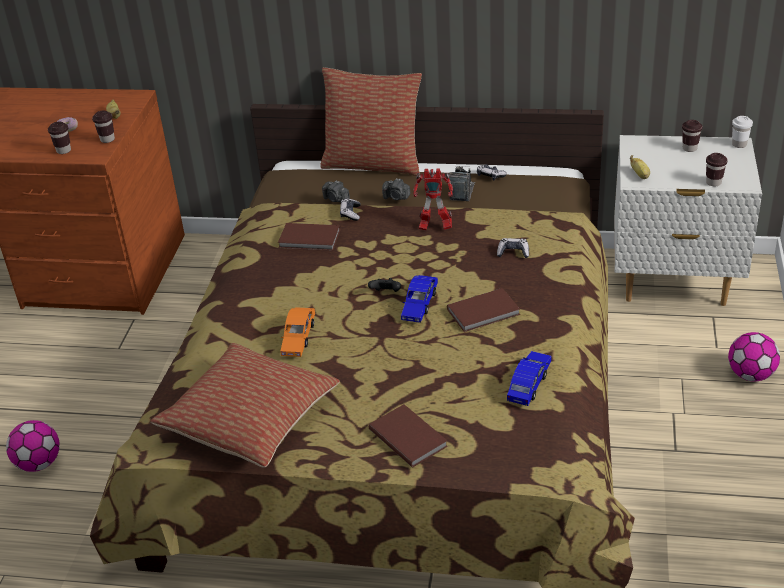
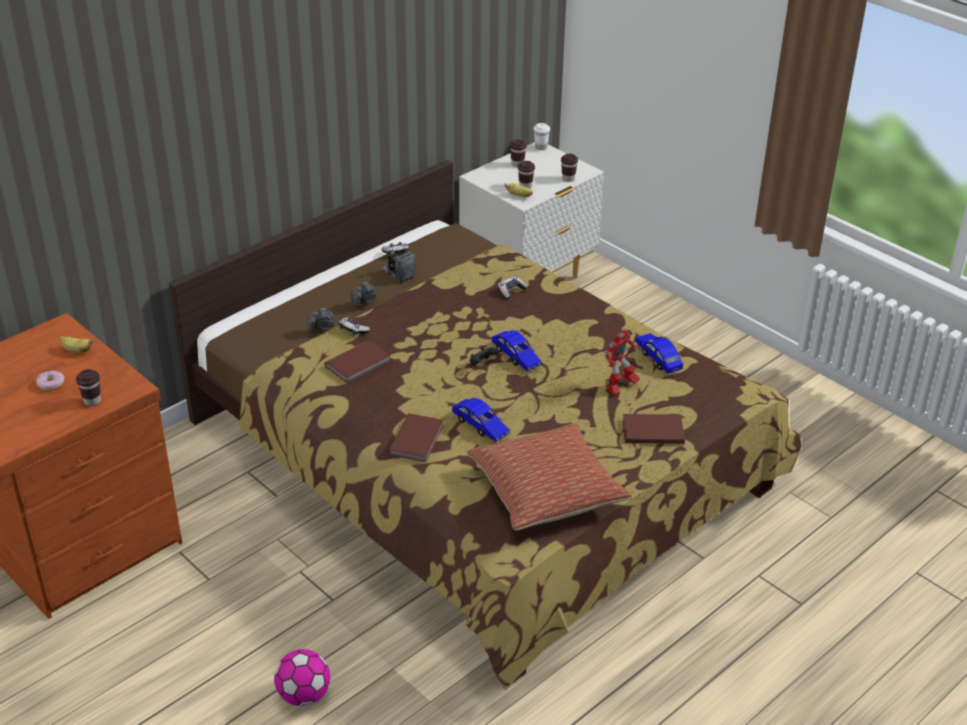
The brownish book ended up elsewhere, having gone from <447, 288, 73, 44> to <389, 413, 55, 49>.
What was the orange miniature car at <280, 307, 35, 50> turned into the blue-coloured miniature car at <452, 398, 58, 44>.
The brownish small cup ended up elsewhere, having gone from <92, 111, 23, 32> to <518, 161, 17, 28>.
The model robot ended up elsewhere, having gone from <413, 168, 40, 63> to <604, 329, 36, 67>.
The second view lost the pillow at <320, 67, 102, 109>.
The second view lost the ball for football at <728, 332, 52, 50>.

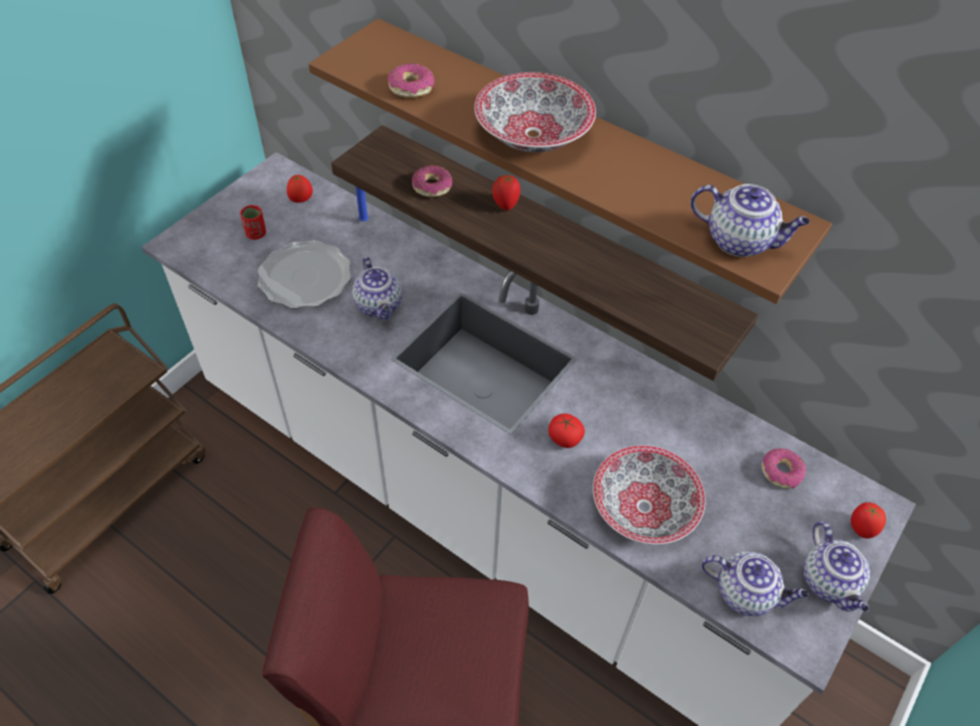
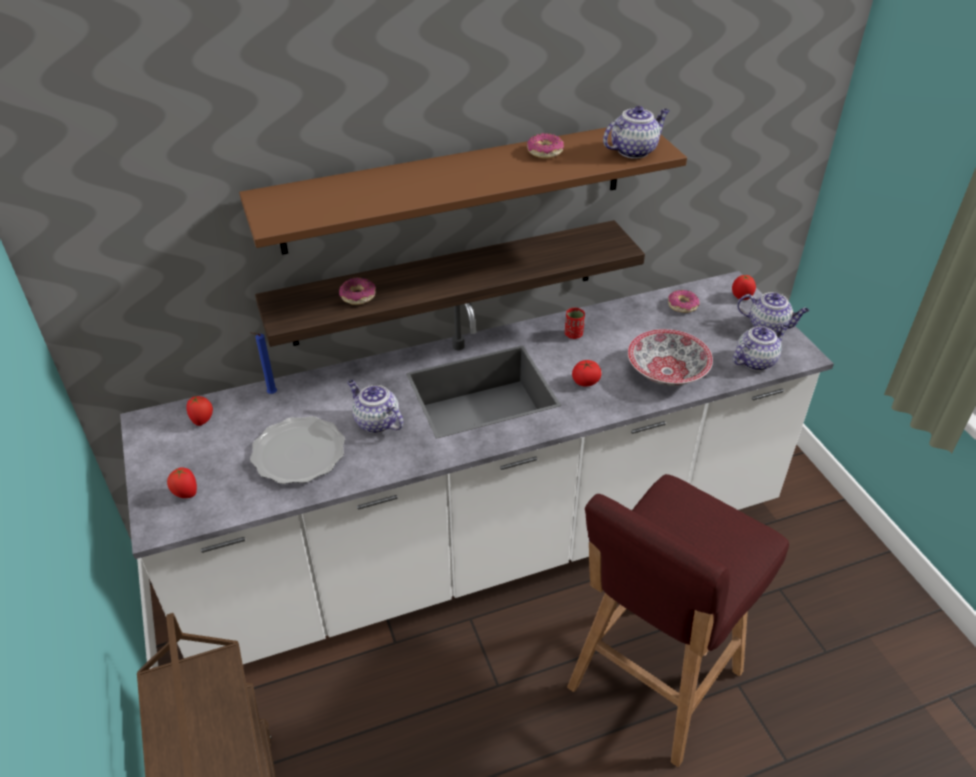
The whole tomato ended up elsewhere, having gone from <492, 175, 28, 35> to <167, 467, 30, 31>.
The tea pot at <352, 257, 50, 63> ended up facing another way, 150 degrees counterclockwise from before.
The donut ended up elsewhere, having gone from <388, 63, 46, 35> to <527, 133, 37, 25>.
The reddish small cup ended up elsewhere, having gone from <240, 205, 26, 35> to <565, 308, 20, 31>.
The second view lost the bowl at <474, 72, 122, 80>.

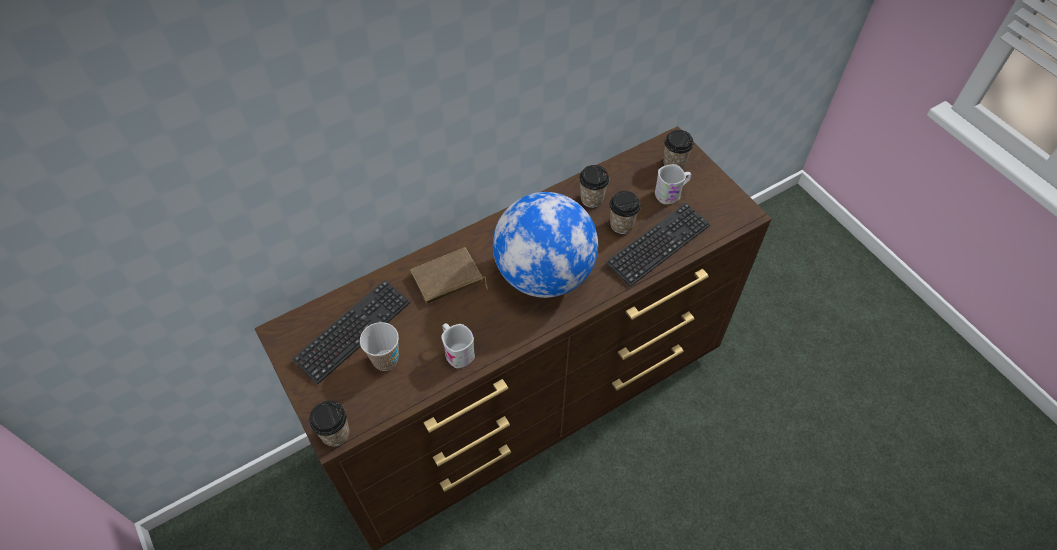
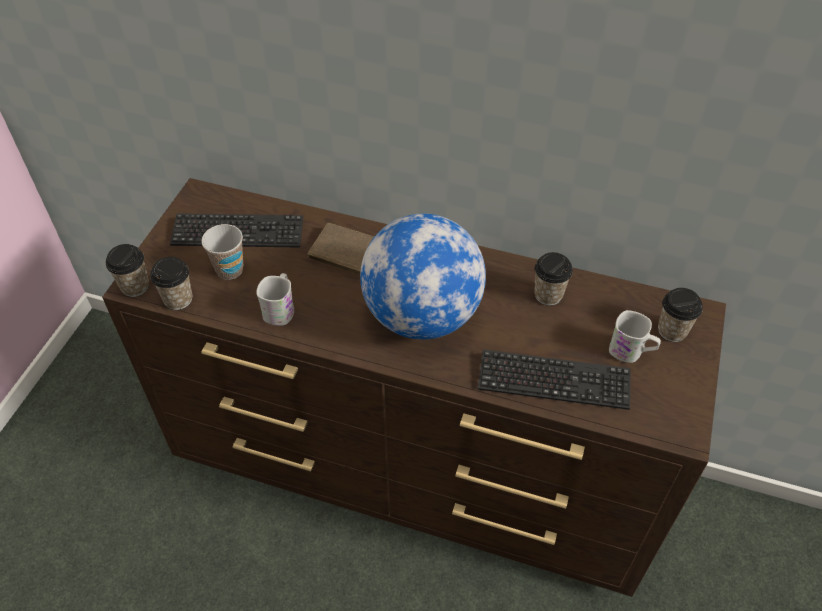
The small cup ended up elsewhere, having gone from <610, 191, 31, 43> to <150, 257, 42, 53>.

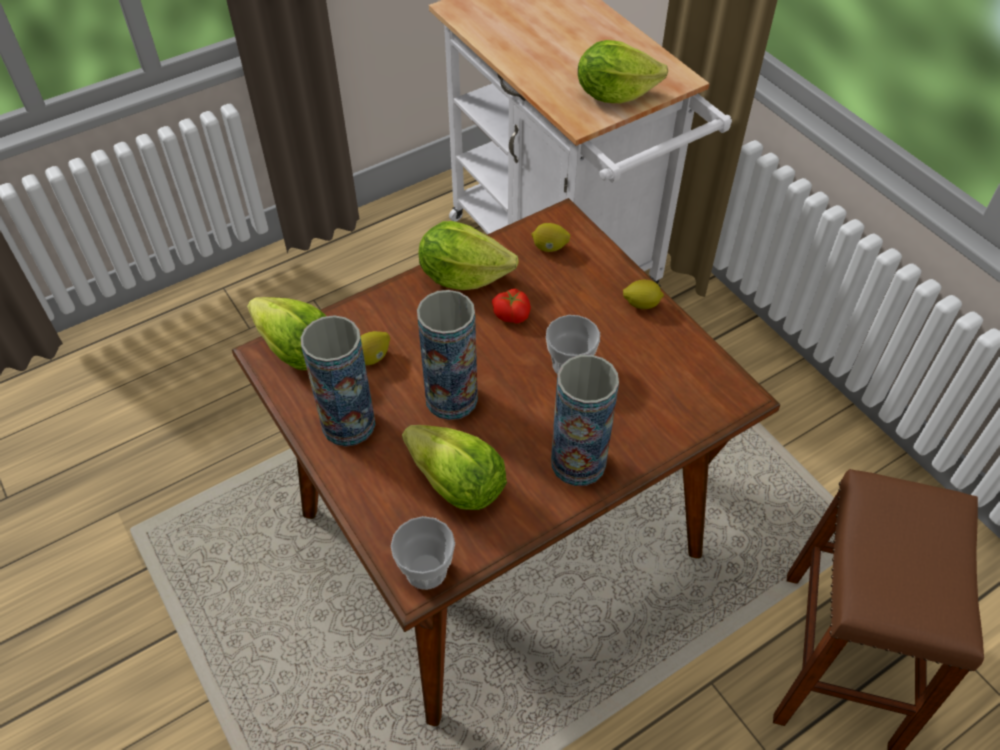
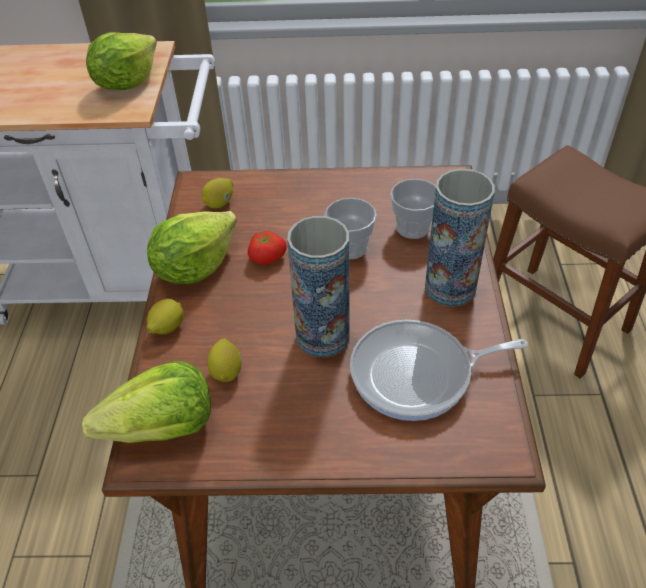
The lemon ended up elsewhere, having gone from <623, 280, 41, 29> to <146, 299, 38, 36>.
Where the head of lettuce stood at <402, 425, 105, 85>, the pan came to stand at <350, 320, 178, 101>.
The small cup ended up elsewhere, having gone from <391, 516, 64, 74> to <390, 179, 46, 60>.
The second view lost the flower vase at <301, 315, 74, 132>.

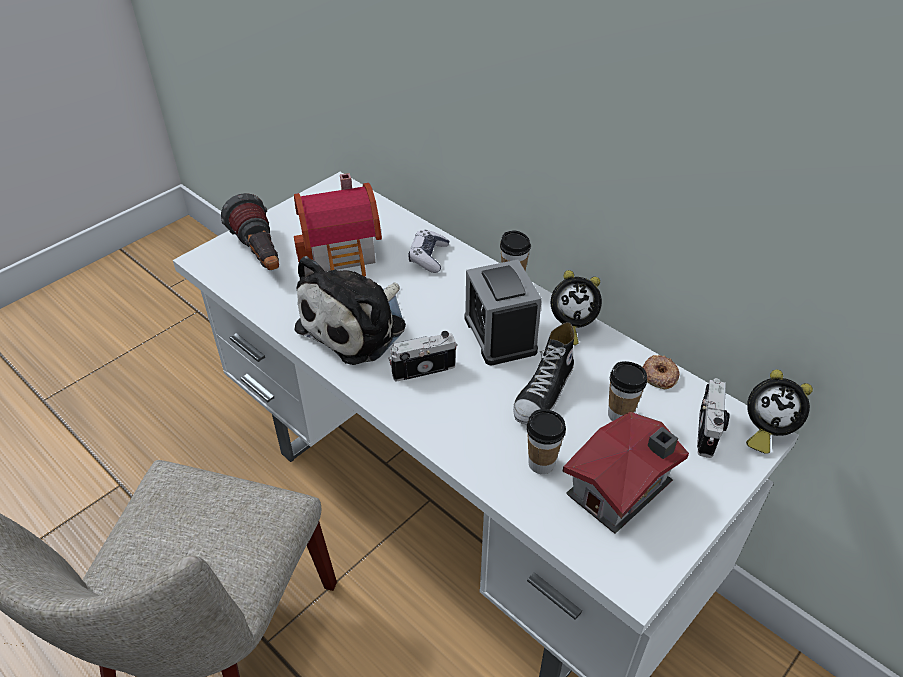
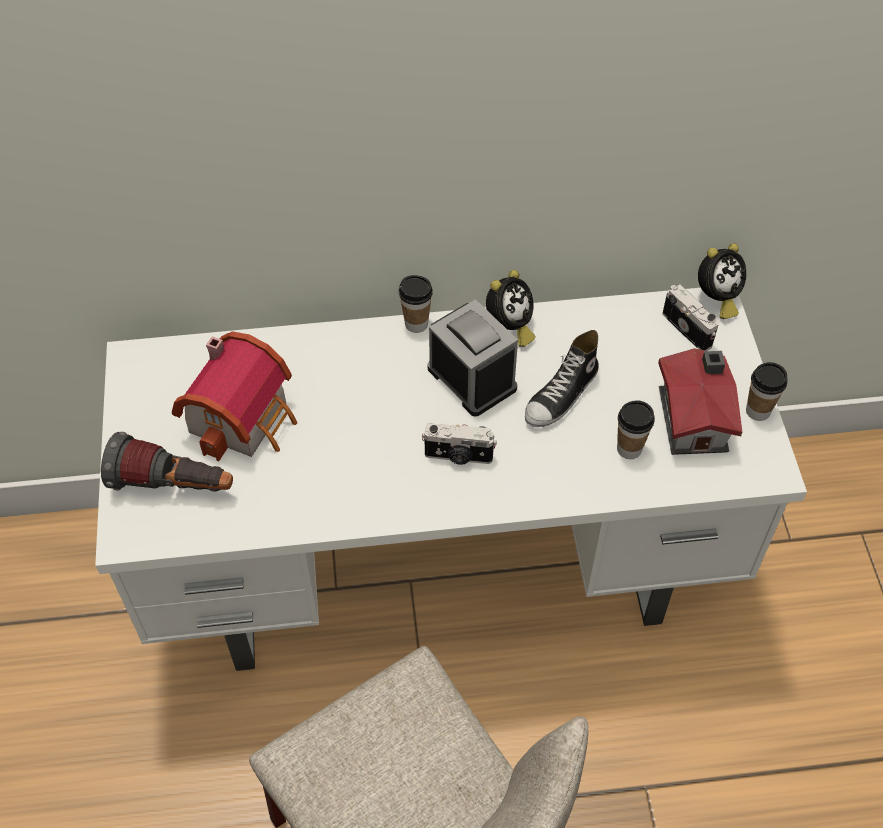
The still camera at <388, 331, 69, 50> ended up facing another way, 105 degrees counterclockwise from before.
The bedside clock at <464, 259, 78, 107> ended up facing another way, 150 degrees counterclockwise from before.
The low shoe at <513, 322, 62, 103> ended up facing another way, 60 degrees clockwise from before.
The small cup ended up elsewhere, having gone from <608, 361, 39, 60> to <746, 362, 42, 59>.
The second view lost the plush toy at <295, 256, 111, 109>.
The second view lost the joypad at <408, 230, 41, 43>.
The second view lost the donut at <643, 355, 37, 34>.

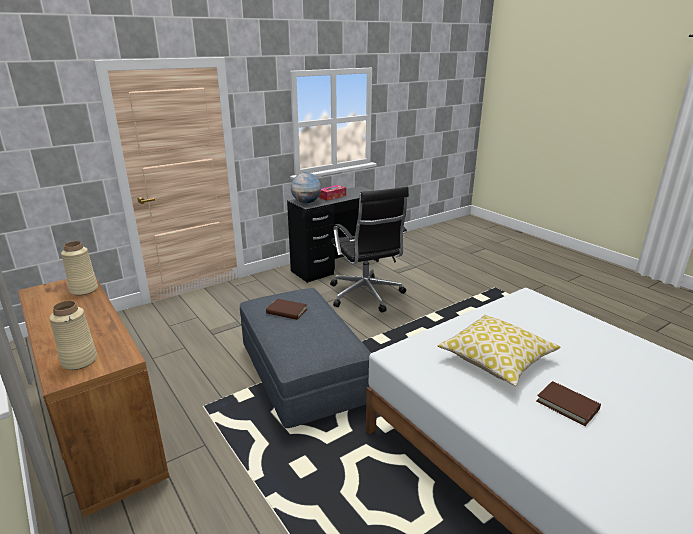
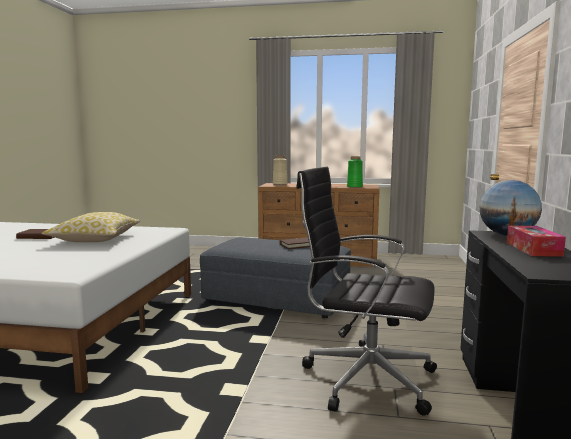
What was the beige flower vase at <61, 241, 37, 54> turned into the green-coloured flower vase at <347, 156, 16, 32>.

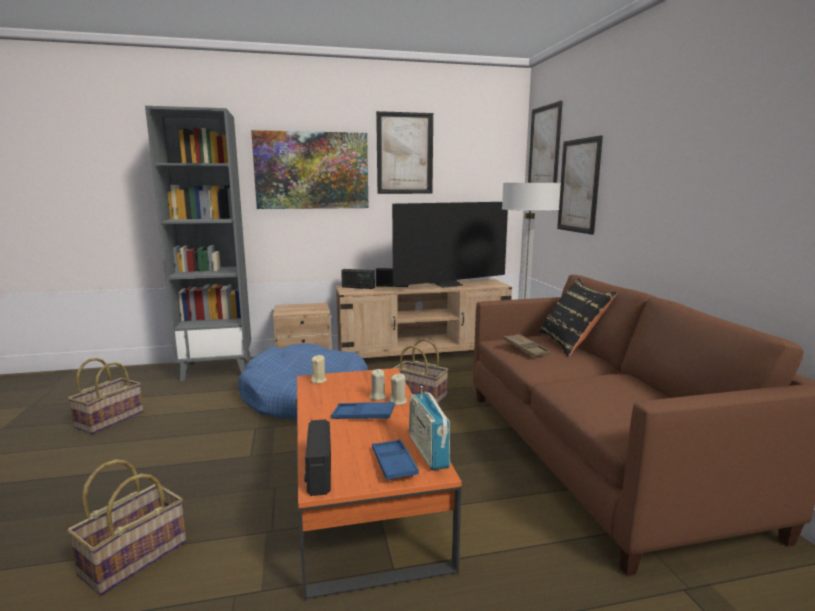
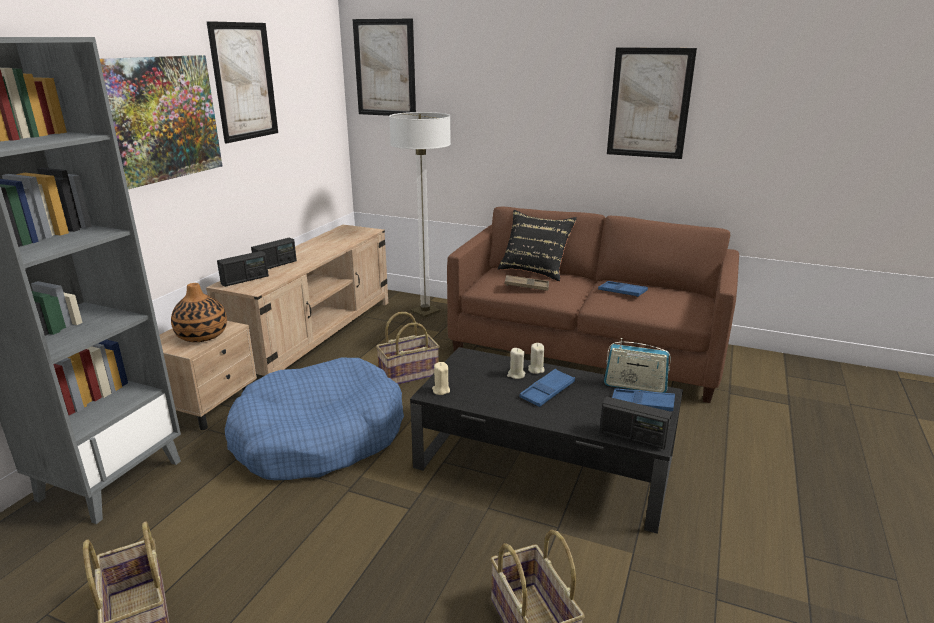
The second view gained the flower vase at <171, 283, 56, 59>.
What was the orange coffee table at <296, 368, 165, 233> turned into the black coffee table at <410, 347, 273, 187>.
The second view gained the blue-coloured carrying tray at <598, 281, 50, 16>.
The wall picture ended up elsewhere, having gone from <557, 135, 46, 100> to <607, 47, 90, 112>.
The second view lost the television at <392, 202, 116, 86>.

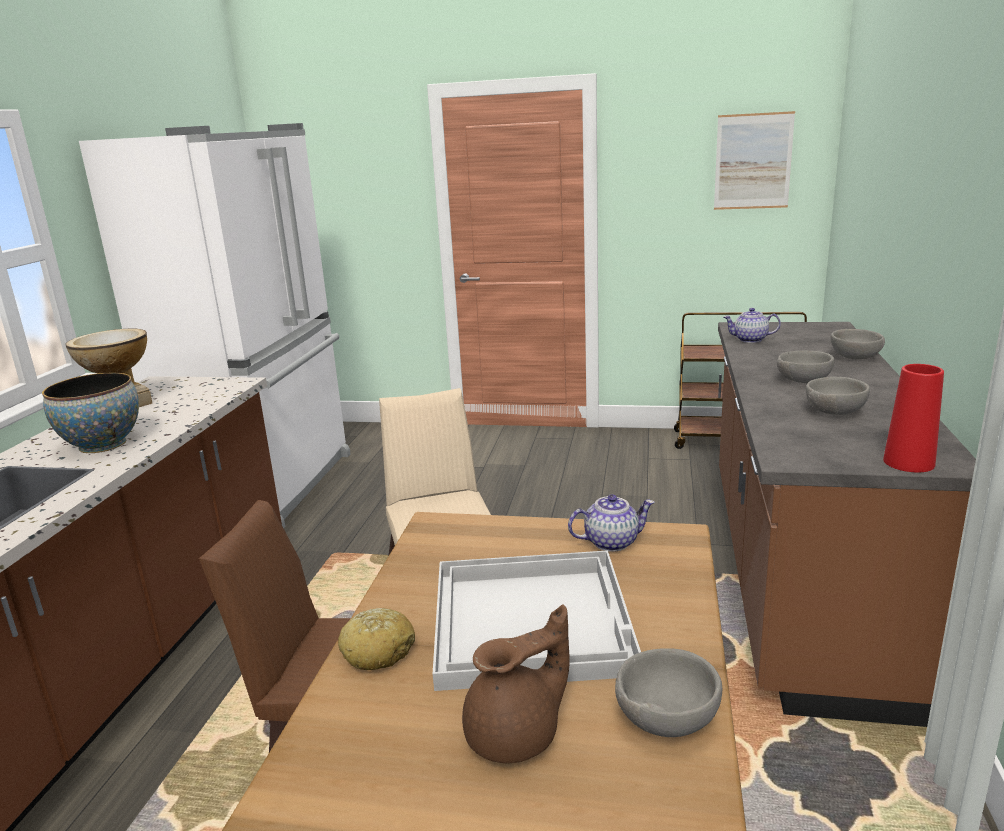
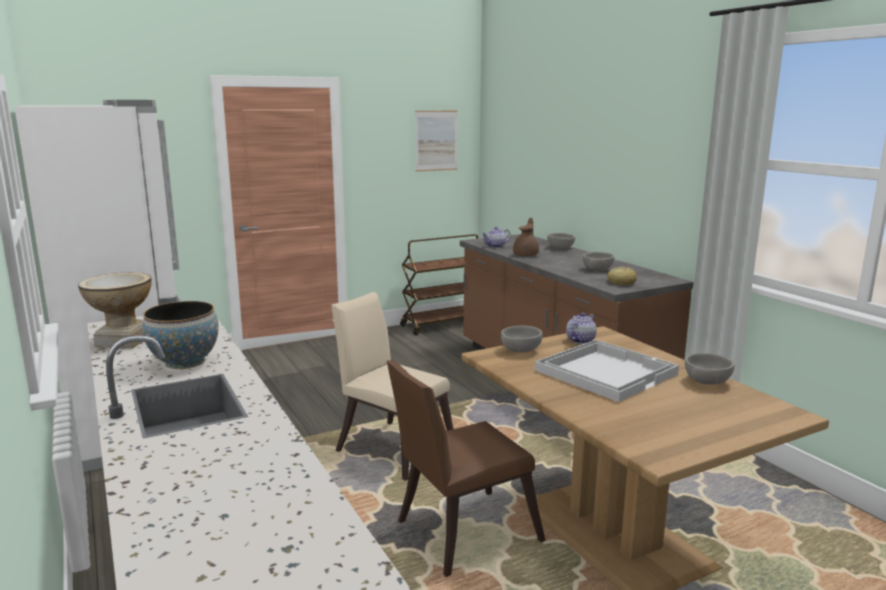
The gray bowl ended up elsewhere, having gone from <777, 351, 58, 32> to <501, 325, 42, 27>.
The brownish tea pot ended up elsewhere, having gone from <462, 604, 108, 159> to <513, 217, 26, 39>.
The baked bread ended up elsewhere, having gone from <338, 608, 77, 62> to <607, 267, 30, 18>.
The second view lost the reddish flower vase at <883, 364, 61, 108>.

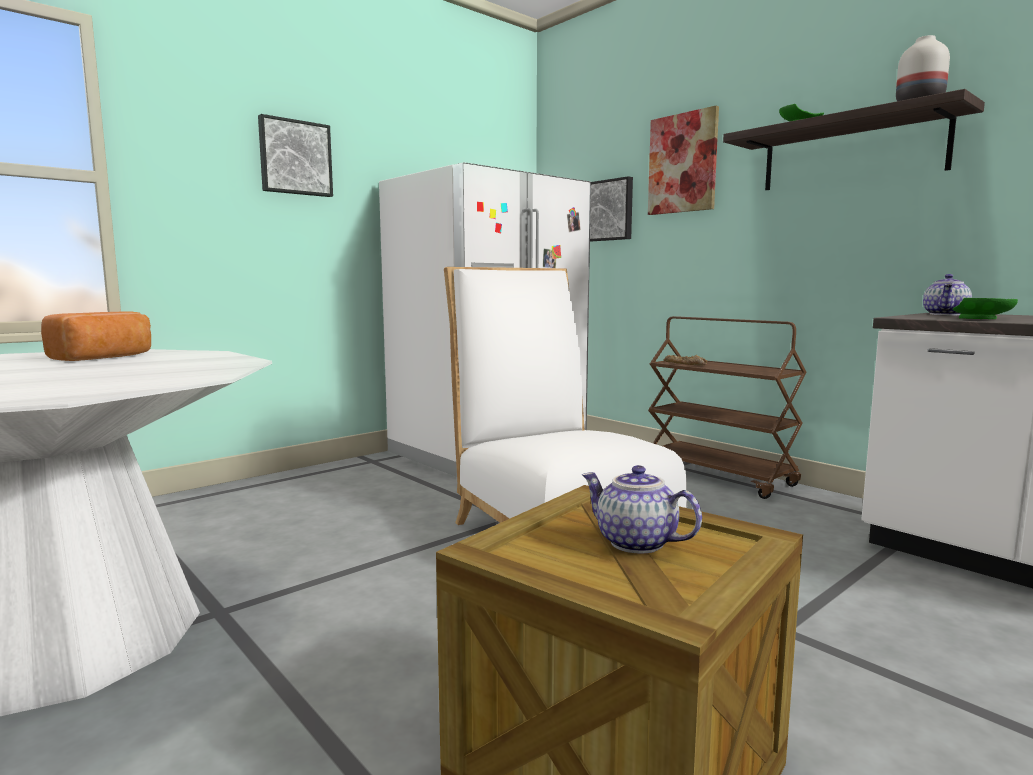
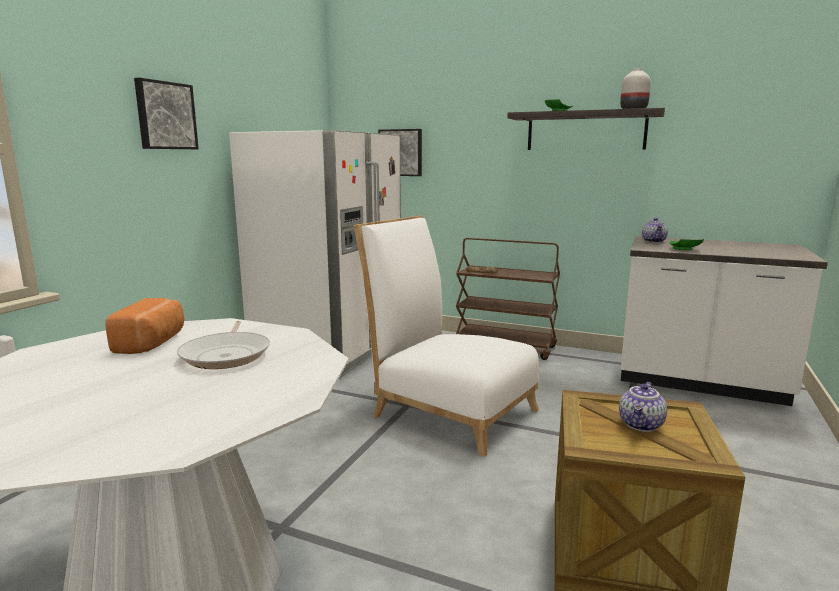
The second view gained the pan at <177, 321, 93, 48>.
The tea pot at <582, 465, 120, 88> ended up facing another way, 75 degrees counterclockwise from before.
The second view lost the wall picture at <648, 106, 71, 109>.

